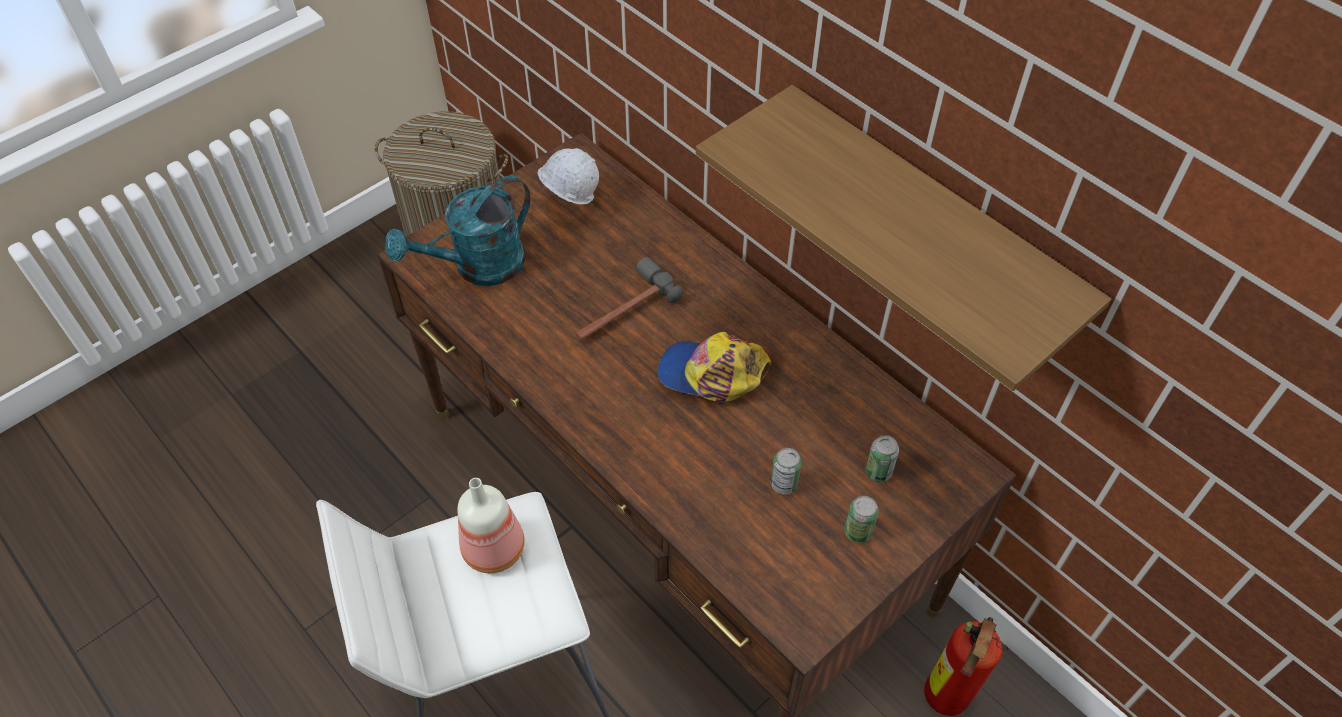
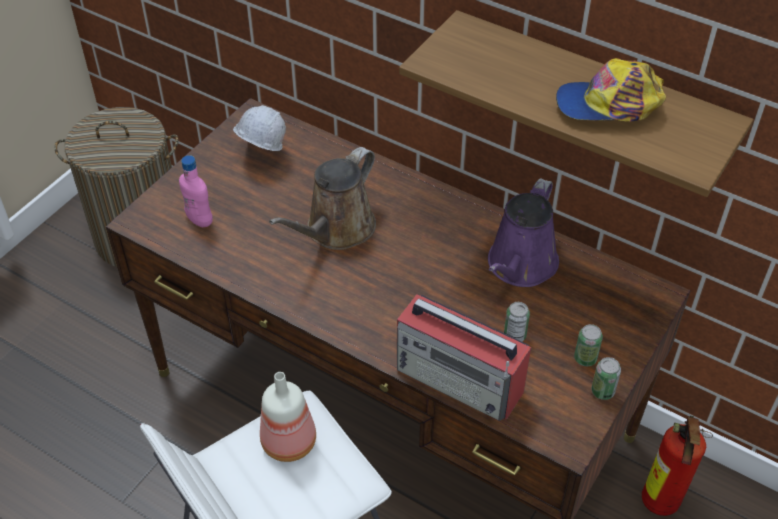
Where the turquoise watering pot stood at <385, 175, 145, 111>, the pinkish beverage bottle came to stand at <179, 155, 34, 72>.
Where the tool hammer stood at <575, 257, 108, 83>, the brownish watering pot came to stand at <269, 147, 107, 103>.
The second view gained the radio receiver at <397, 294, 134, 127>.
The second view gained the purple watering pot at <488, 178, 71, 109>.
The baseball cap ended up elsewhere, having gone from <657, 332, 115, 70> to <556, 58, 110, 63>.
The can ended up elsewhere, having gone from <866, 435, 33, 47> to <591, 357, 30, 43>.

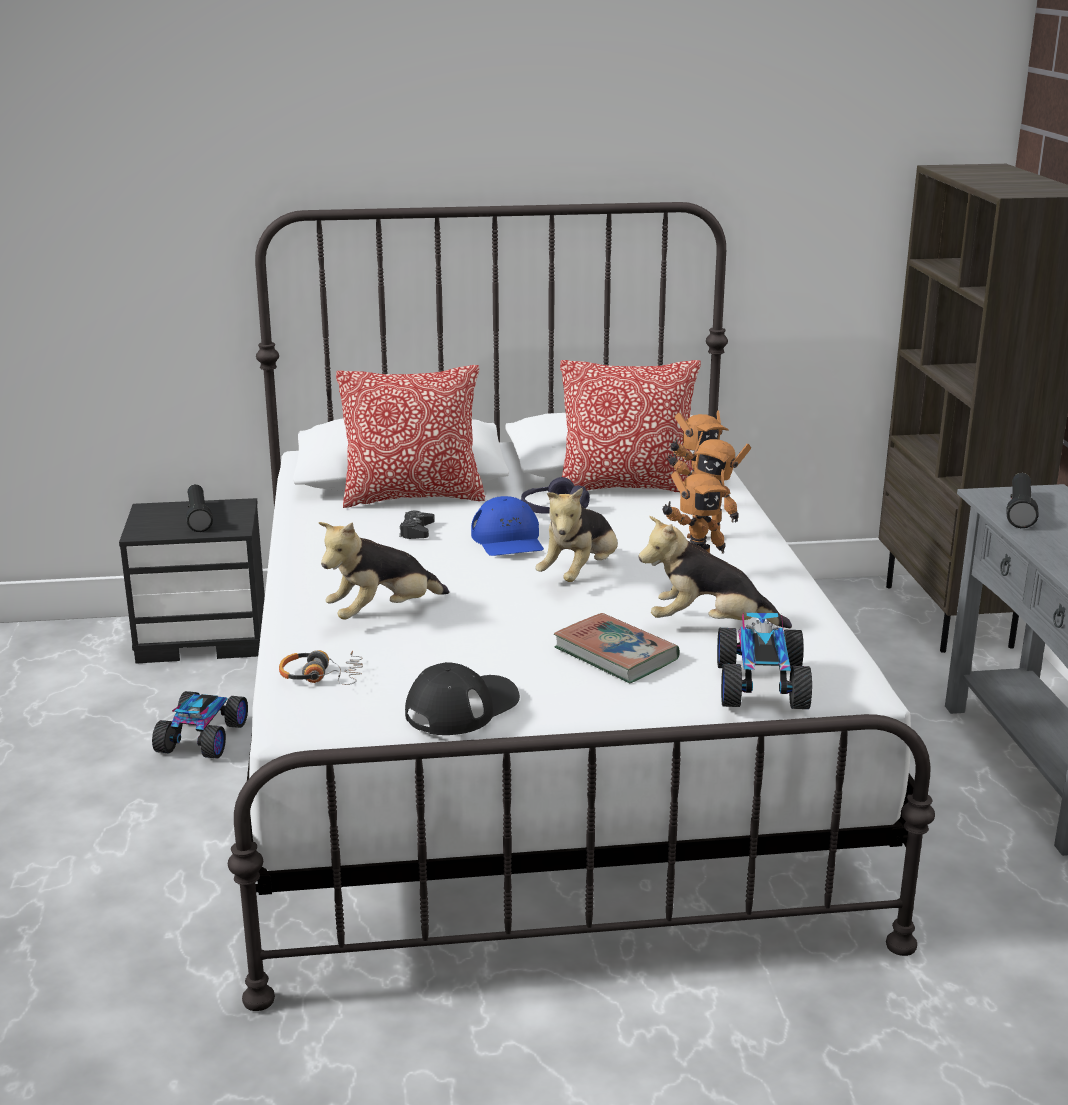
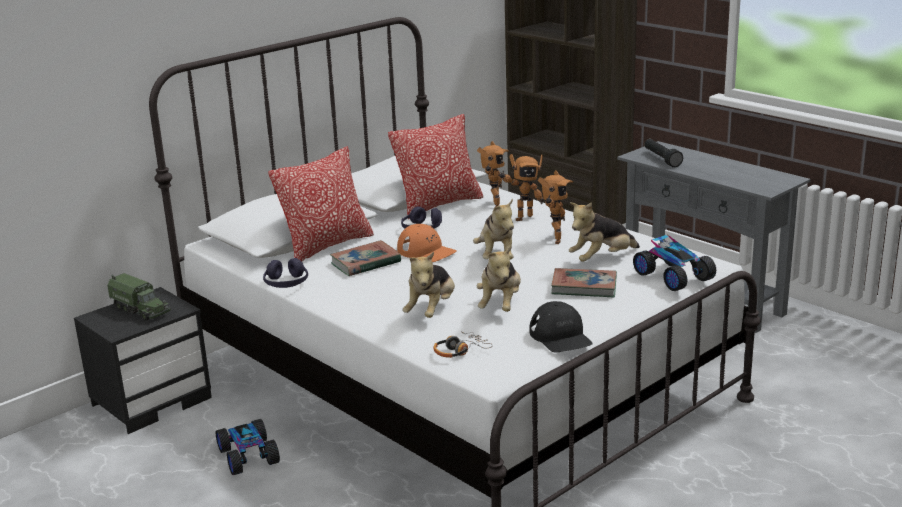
Where the black flashlight stood at <186, 484, 27, 48>, the toy truck came to stand at <107, 273, 64, 48>.
The second view gained the purple headset at <263, 258, 45, 30>.
Where the black joypad stood at <399, 510, 36, 29>, the book came to stand at <330, 240, 71, 36>.
What was the blue-coloured baseball cap at <471, 496, 73, 60> turned into the orange baseball cap at <397, 224, 60, 38>.
The second view gained the plush toy at <477, 245, 44, 67>.
The black baseball cap at <405, 662, 115, 73> ended up facing another way, 150 degrees clockwise from before.

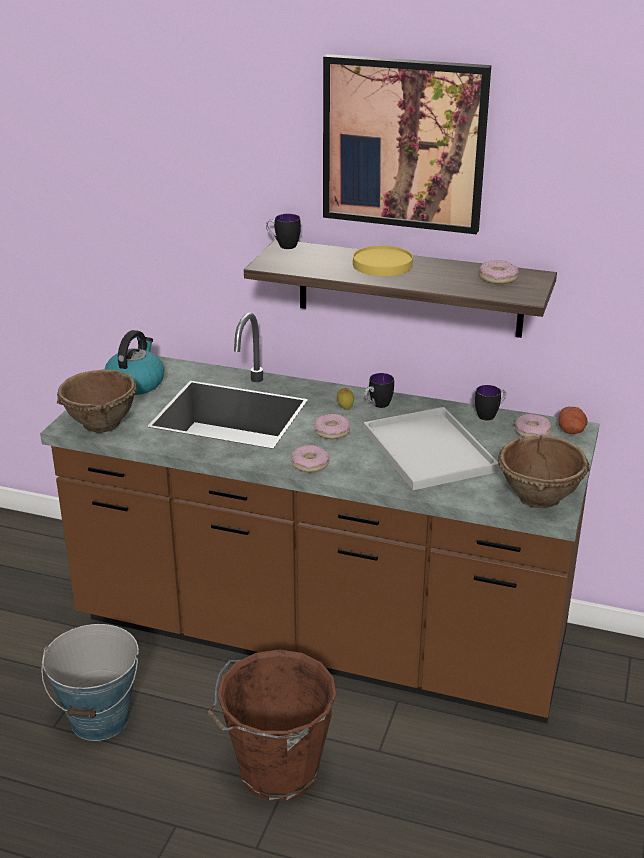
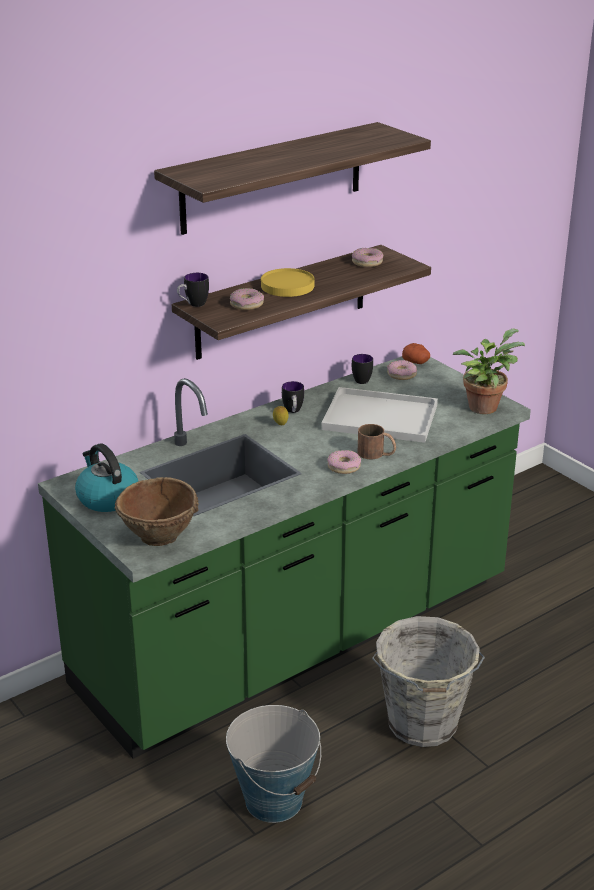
What was the brownish kitchen counter at <40, 312, 559, 411> turned into the green-coloured kitchen counter at <38, 356, 493, 403>.
Where the wall picture hung at <323, 54, 168, 180>, the bracket shelf came to hang at <154, 122, 277, 113>.
The donut ended up elsewhere, having gone from <314, 414, 36, 25> to <230, 288, 34, 22>.
The second view gained the brownish mug at <358, 424, 38, 35>.
What was the brownish water bucket at <208, 650, 129, 151> turned into the gray water bucket at <372, 616, 113, 131>.
Where the brownish bowl stood at <498, 435, 92, 73>, the potted plant came to stand at <453, 328, 72, 86>.

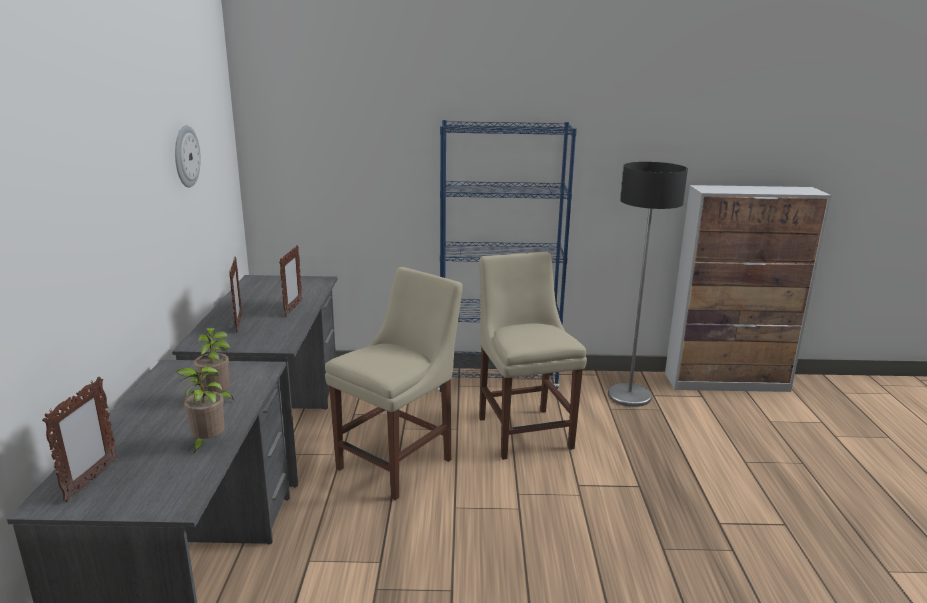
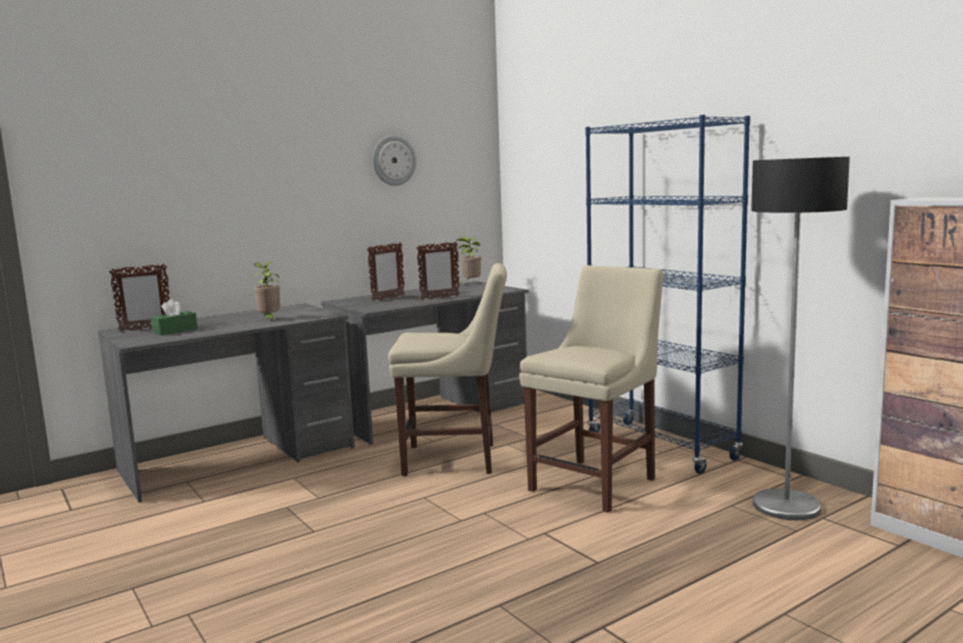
The second view gained the green-coloured box of tissues at <151, 299, 47, 36>.
The potted plant ended up elsewhere, having gone from <176, 366, 49, 88> to <457, 237, 24, 47>.

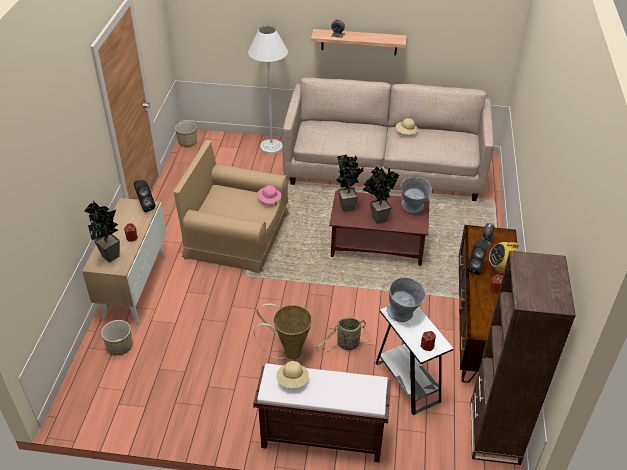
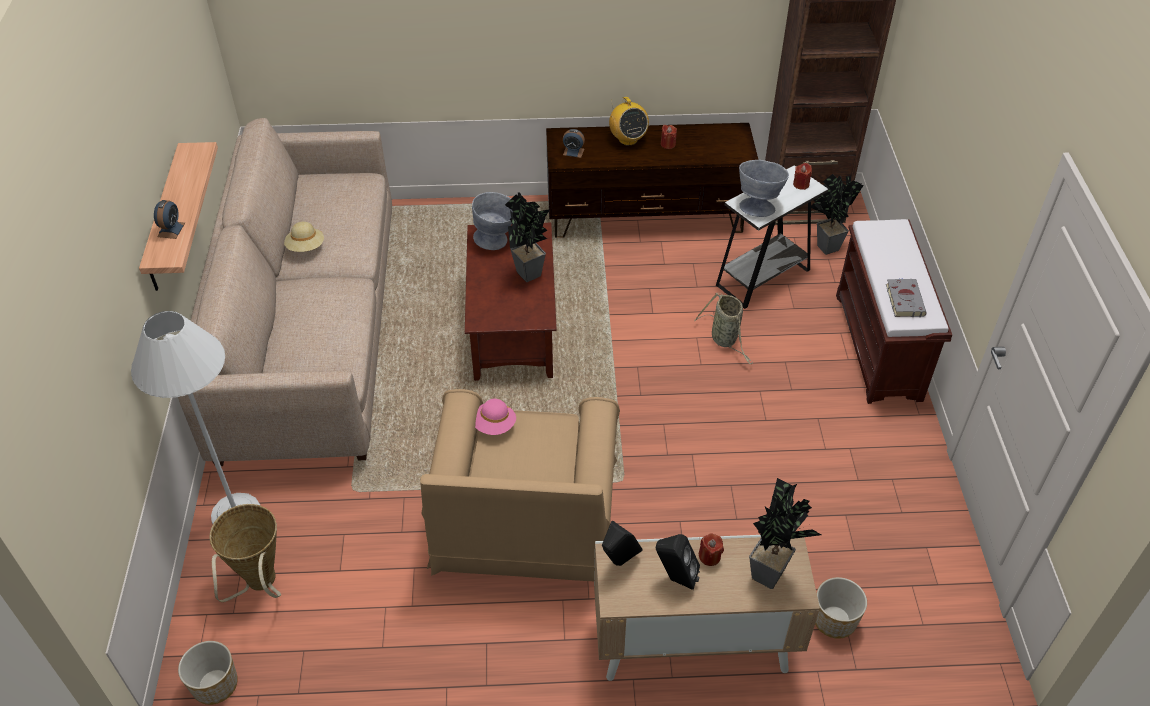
The basket ended up elsewhere, having gone from <254, 303, 58, 56> to <209, 504, 72, 98>.
The black audio speaker ended up elsewhere, having gone from <467, 240, 21, 35> to <656, 534, 44, 56>.
The potted plant ended up elsewhere, having gone from <336, 155, 27, 57> to <811, 174, 53, 81>.
Where the beige clothing hat stood at <276, 361, 33, 27>, the gray book came to stand at <886, 278, 41, 39>.

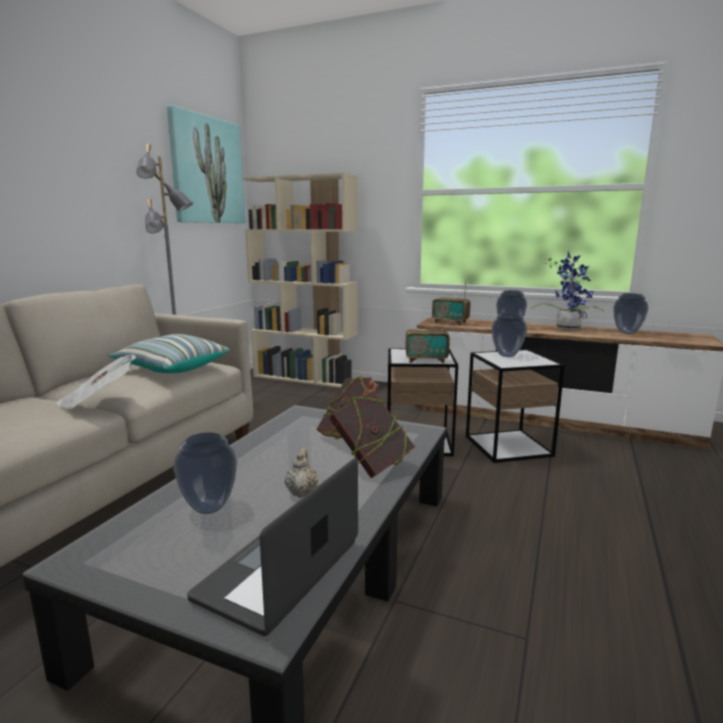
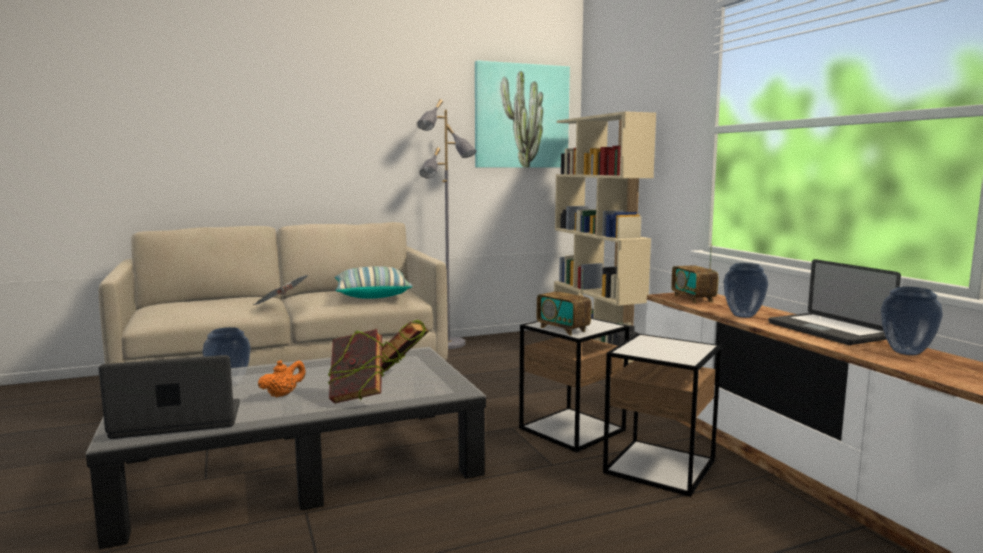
What was the beige tea pot at <285, 448, 33, 50> turned into the orange tea pot at <258, 360, 48, 38>.
Where the potted plant stood at <531, 251, 73, 79>, the laptop came to stand at <768, 259, 133, 86>.
The second view lost the flower vase at <492, 312, 35, 45>.

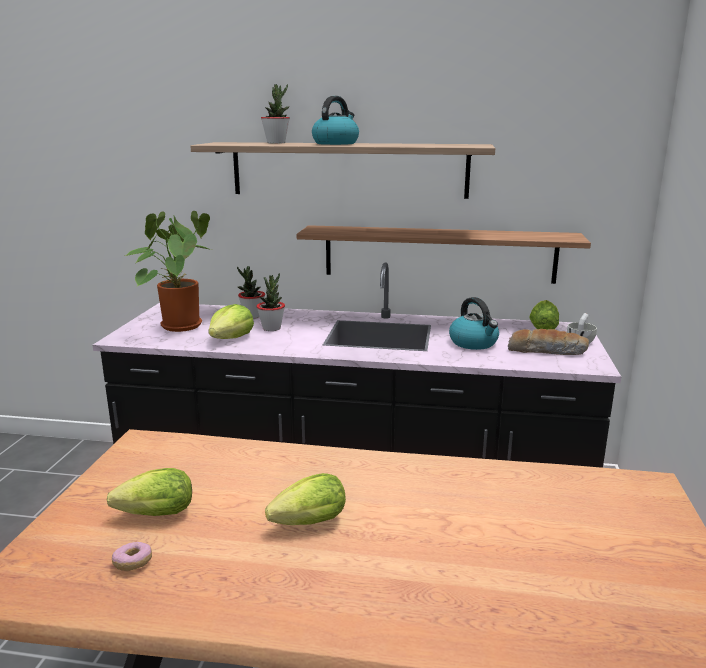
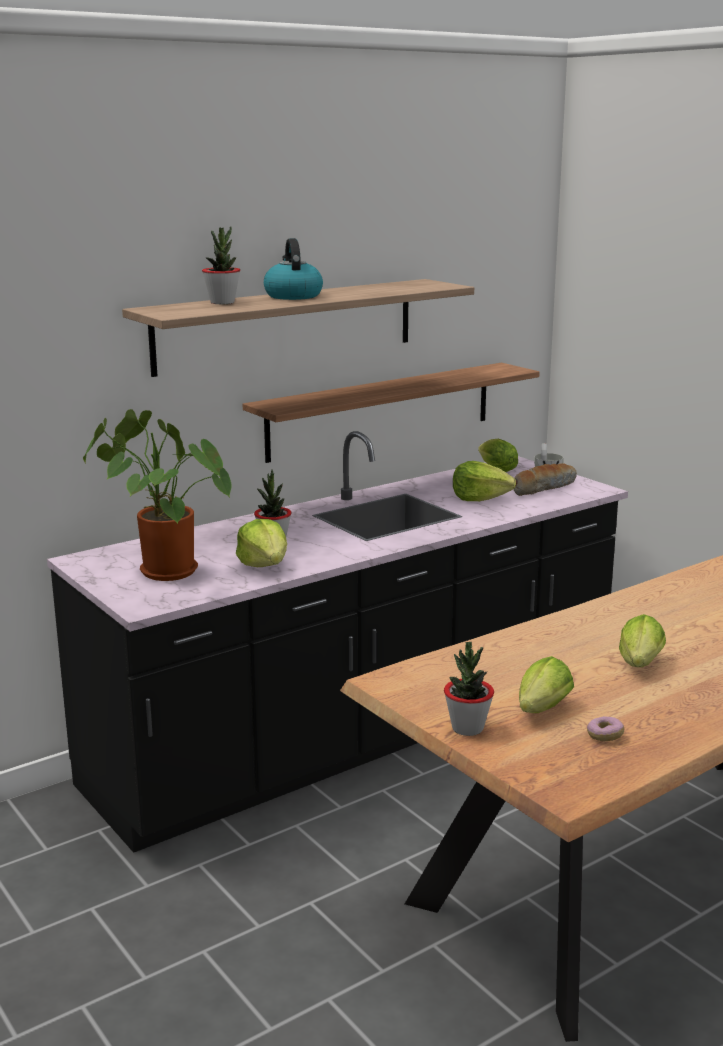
The potted plant ended up elsewhere, having gone from <237, 266, 28, 53> to <444, 642, 50, 94>.
Where the water kettle stood at <449, 297, 50, 53>, the head of lettuce came to stand at <453, 461, 63, 40>.

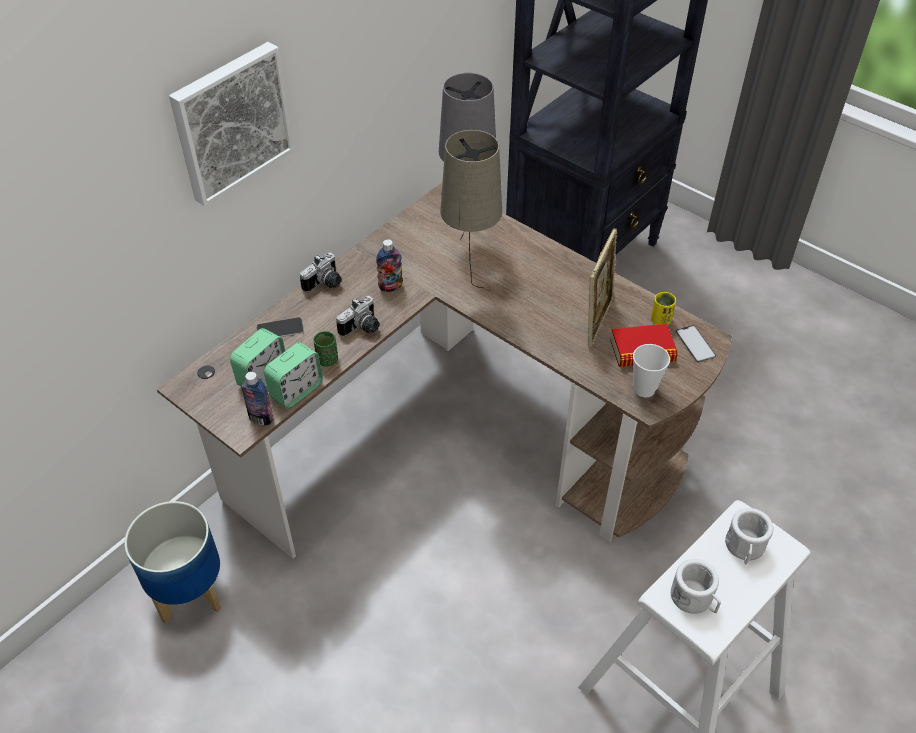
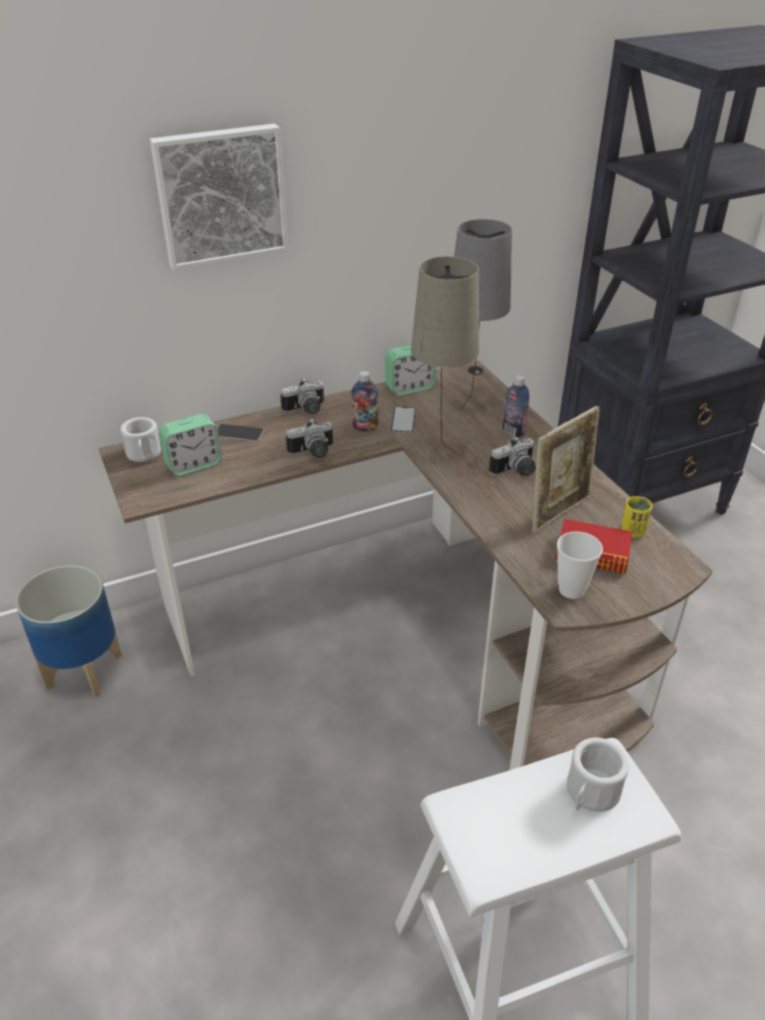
The white-coloured mug ended up elsewhere, having gone from <671, 559, 50, 55> to <120, 417, 41, 45>.
The bedside clock ended up elsewhere, having gone from <264, 342, 59, 66> to <385, 344, 51, 52>.
The telephone ended up elsewhere, having gone from <675, 325, 42, 38> to <391, 406, 25, 27>.
The second view gained the still camera at <489, 436, 47, 40>.
The beverage bottle ended up elsewhere, having gone from <241, 372, 33, 53> to <503, 375, 26, 62>.
The second view lost the green-coloured small cup at <313, 331, 25, 36>.

